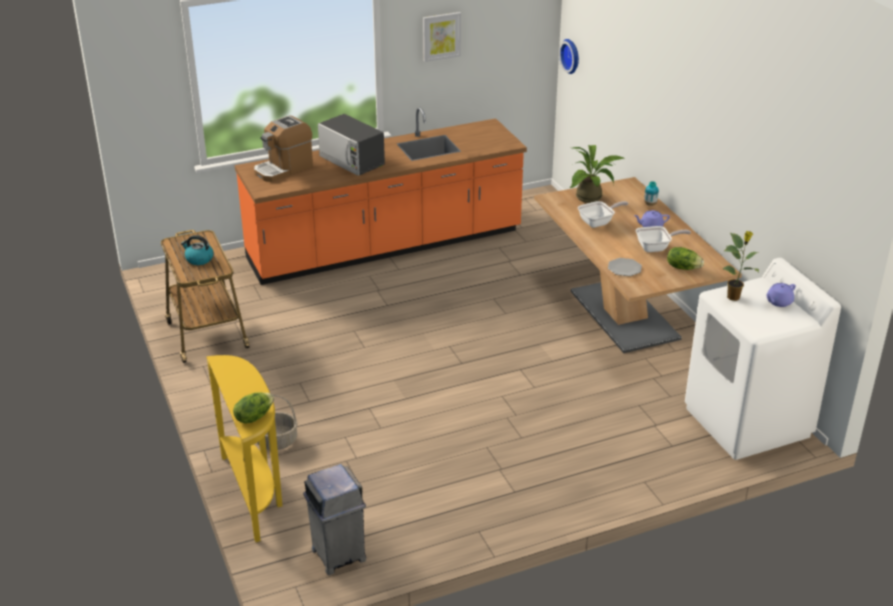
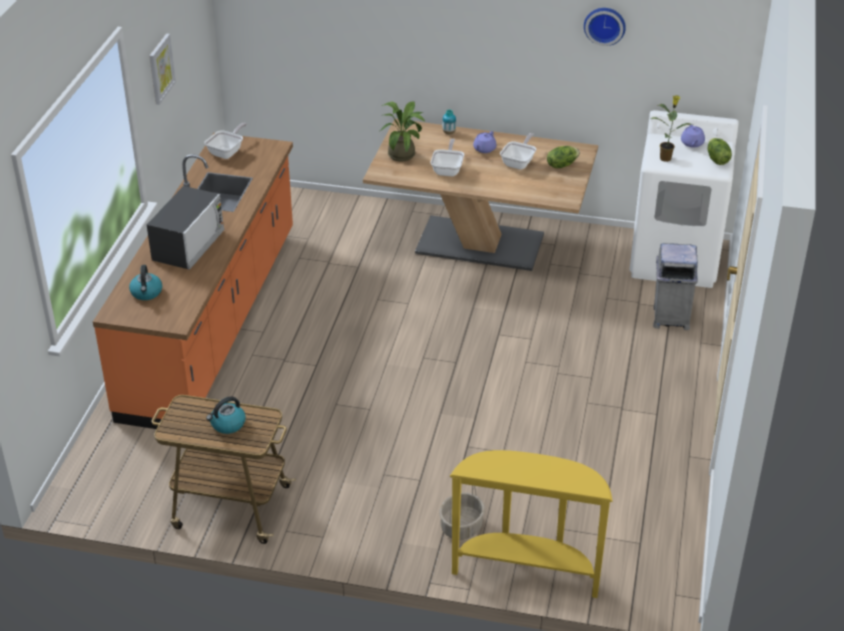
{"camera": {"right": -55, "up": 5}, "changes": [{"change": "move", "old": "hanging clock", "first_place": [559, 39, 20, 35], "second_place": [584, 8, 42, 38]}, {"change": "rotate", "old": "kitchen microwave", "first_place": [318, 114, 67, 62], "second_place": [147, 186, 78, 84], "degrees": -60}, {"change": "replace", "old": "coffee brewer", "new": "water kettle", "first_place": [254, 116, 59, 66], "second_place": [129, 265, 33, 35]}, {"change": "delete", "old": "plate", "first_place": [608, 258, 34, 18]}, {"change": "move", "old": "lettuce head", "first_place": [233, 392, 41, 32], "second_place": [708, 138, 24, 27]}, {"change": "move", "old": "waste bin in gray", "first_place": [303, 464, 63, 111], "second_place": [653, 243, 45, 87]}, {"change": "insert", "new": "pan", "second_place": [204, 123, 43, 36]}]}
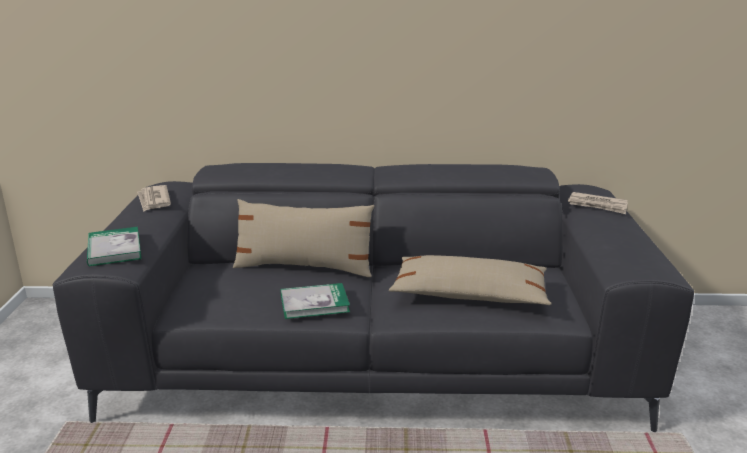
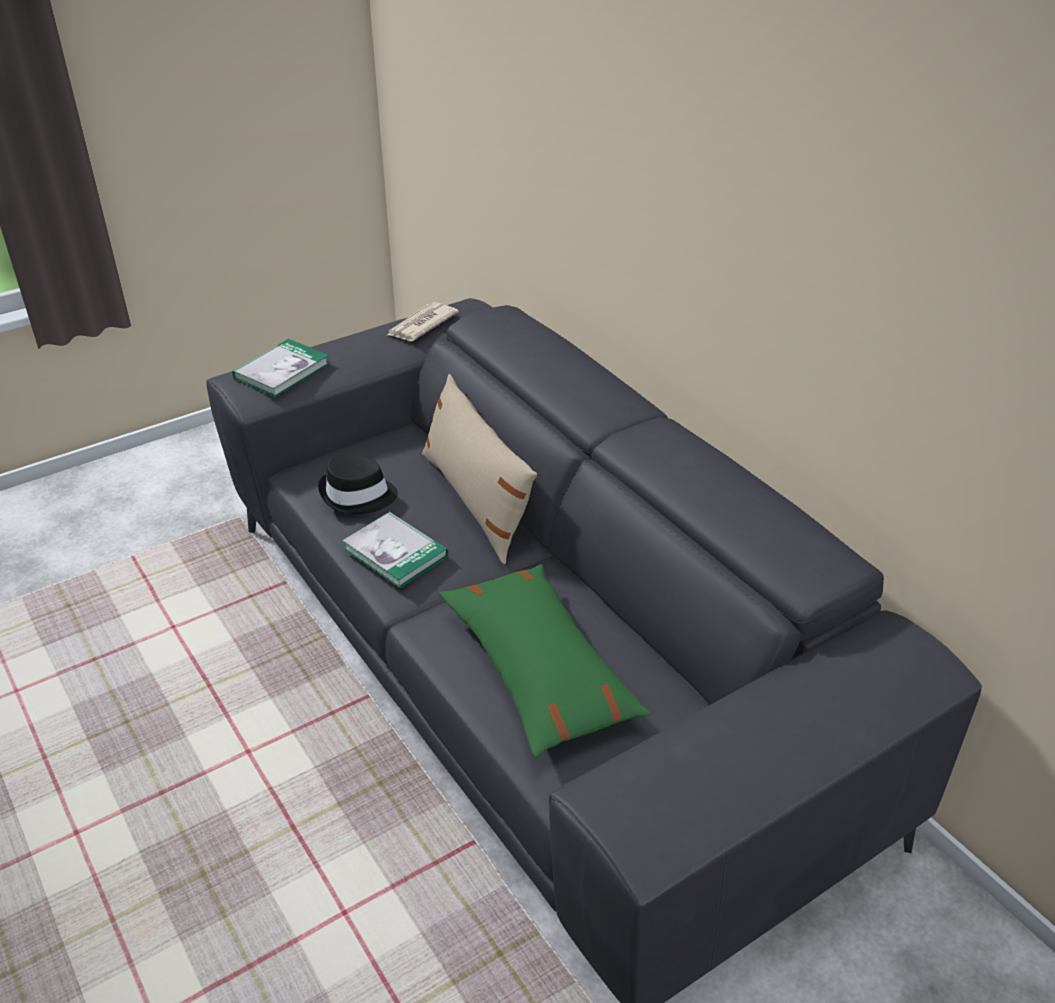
{"camera": {"right": 55, "up": 15}, "changes": [{"change": "delete", "old": "newspaper", "first_place": [568, 192, 60, 22]}, {"change": "recolor", "old": "cushion in sand-coloured", "new": "cushion in green", "first_place": [389, 255, 163, 50], "second_place": [439, 564, 212, 194]}, {"change": "insert", "new": "clothing hat in black", "second_place": [318, 453, 80, 61]}]}
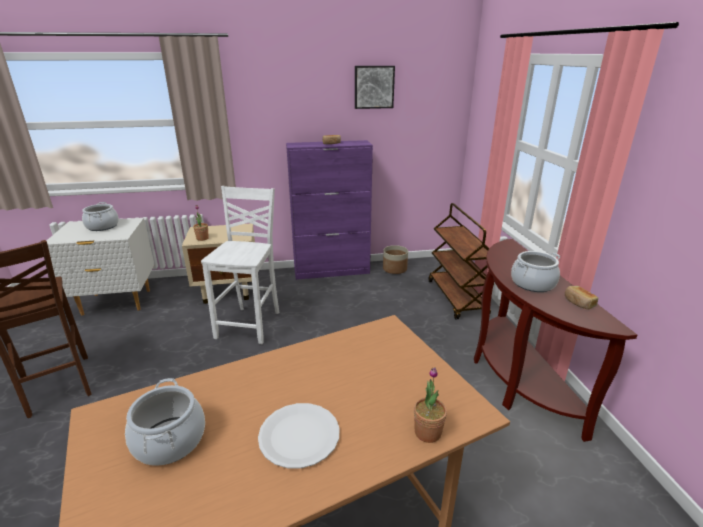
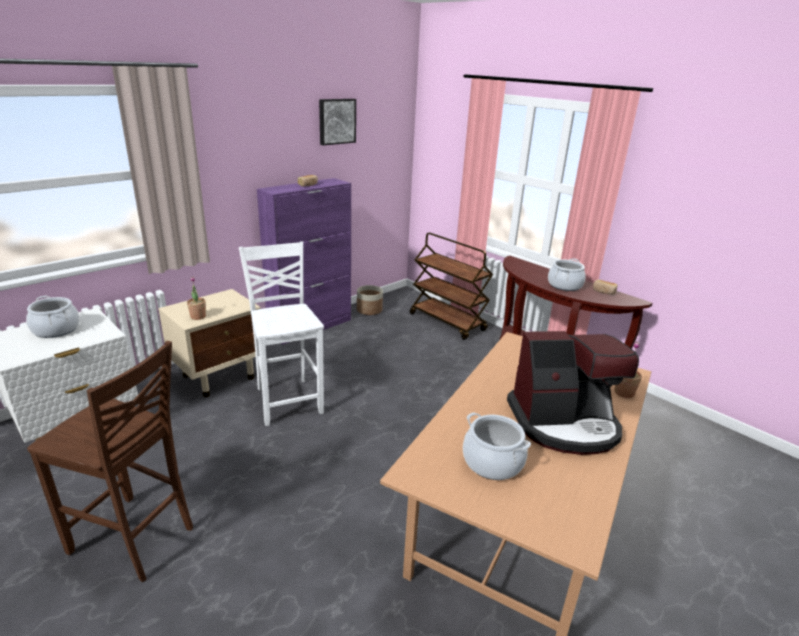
{"camera": {"right": -35, "up": 0}, "changes": [{"change": "replace", "old": "plate in white-coloured", "new": "coffee brewer", "first_place": [258, 403, 82, 65], "second_place": [507, 331, 132, 124]}]}
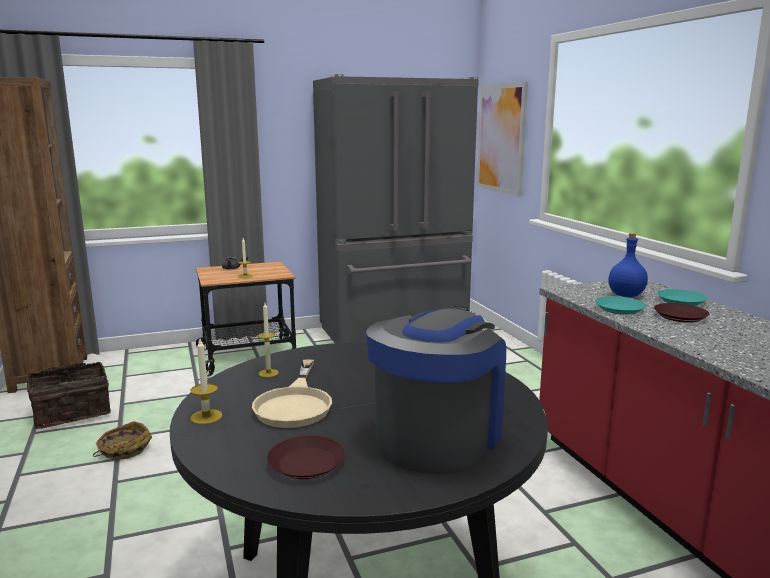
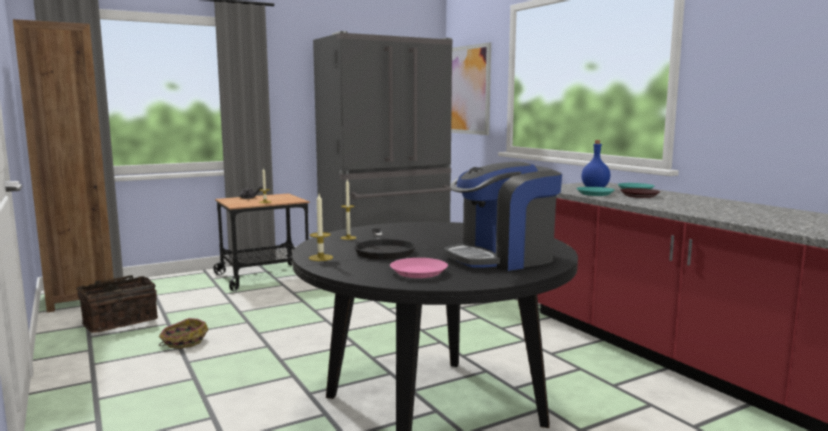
{"camera": {"right": -10, "up": -5}, "changes": [{"change": "rotate", "old": "coffee brewer", "first_place": [366, 306, 140, 168], "second_place": [444, 162, 118, 109], "degrees": -135}, {"change": "recolor", "old": "pan in sand-coloured", "new": "pan in black", "first_place": [252, 359, 80, 69], "second_place": [354, 228, 62, 32]}, {"change": "recolor", "old": "plate in brownish", "new": "plate in pinkish", "first_place": [267, 435, 79, 44], "second_place": [390, 258, 58, 20]}]}
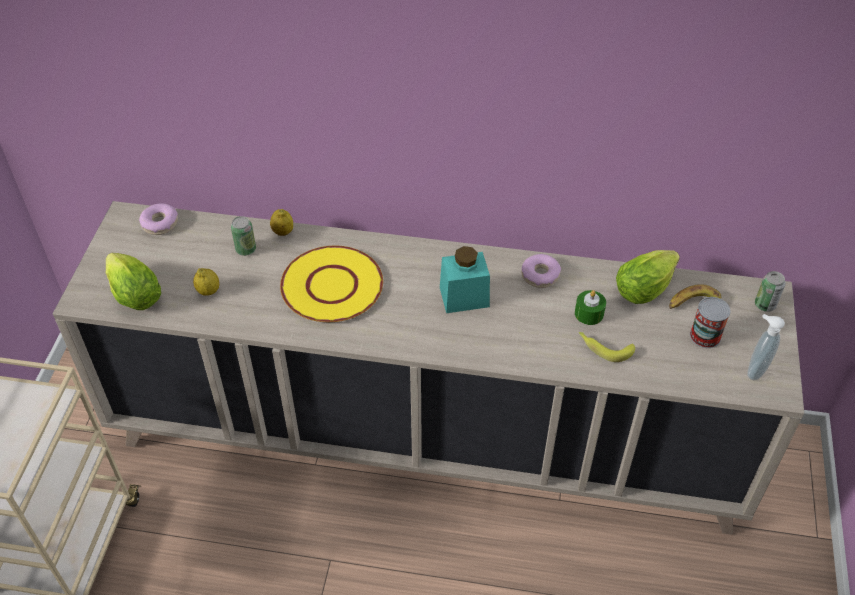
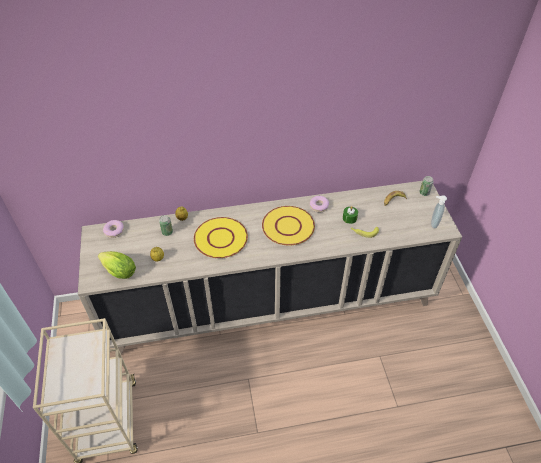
{"camera": {"right": -20, "up": 0}, "changes": [{"change": "replace", "old": "jar in turquoise", "new": "plate in yellow-coloured", "first_place": [440, 246, 50, 67], "second_place": [262, 206, 53, 40]}, {"change": "delete", "old": "lettuce head", "first_place": [616, 250, 64, 54]}, {"change": "delete", "old": "metal can", "first_place": [690, 297, 41, 51]}]}
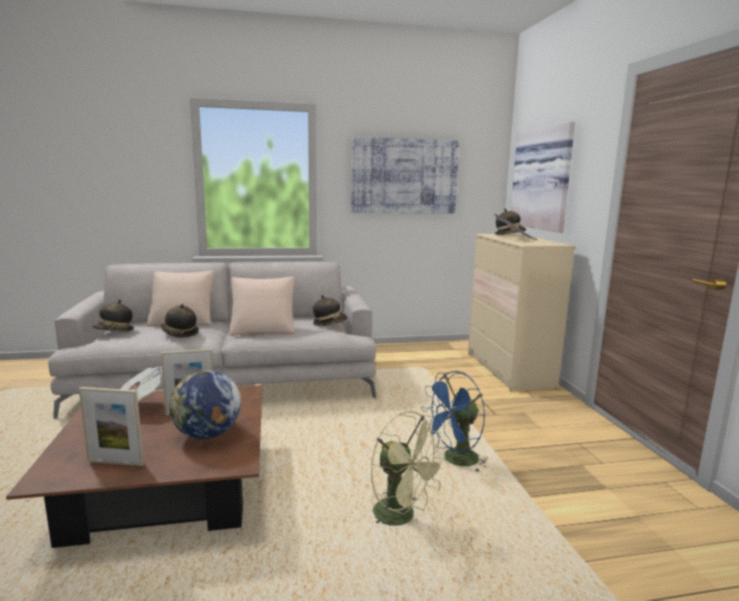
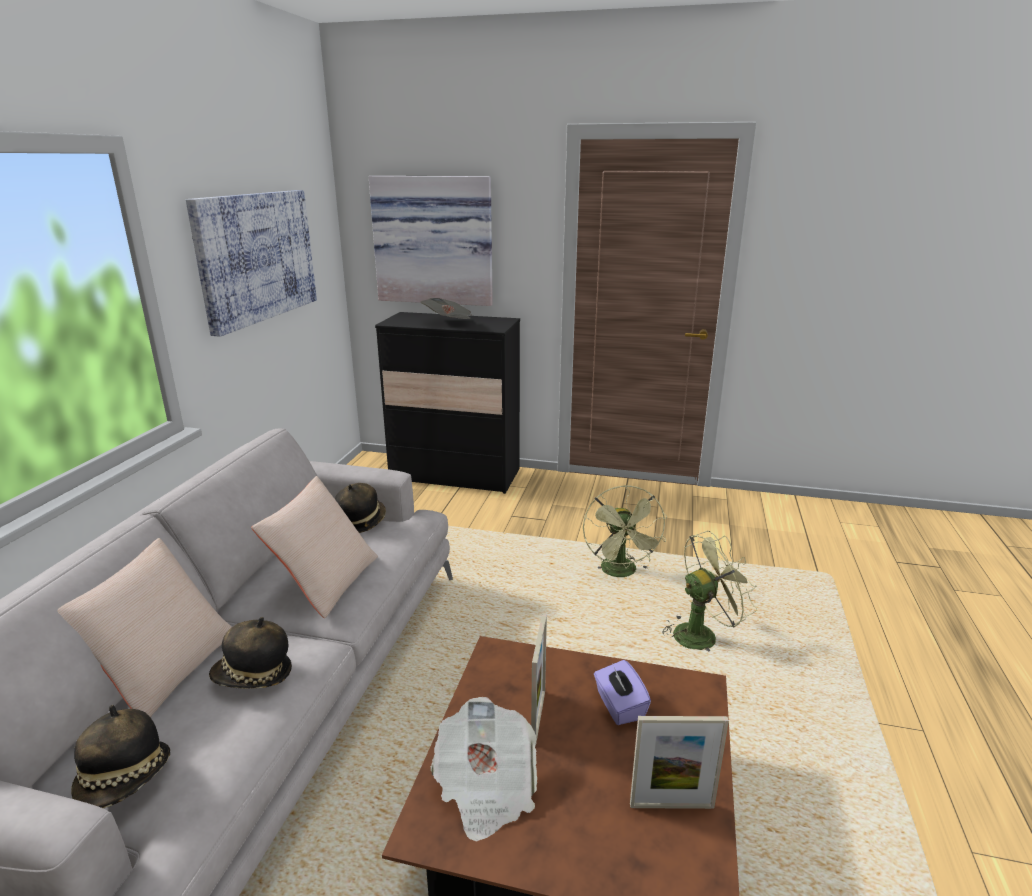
{"camera": {"right": -65, "up": 10}, "changes": [{"change": "delete", "old": "clothing hat", "first_place": [495, 209, 31, 26]}, {"change": "recolor", "old": "chest of drawers in sand-coloured", "new": "chest of drawers in black", "first_place": [468, 234, 107, 158], "second_place": [375, 312, 145, 182]}, {"change": "replace", "old": "globe", "new": "box of tissues in purplish", "first_place": [169, 370, 72, 69], "second_place": [594, 660, 57, 65]}, {"change": "recolor", "old": "fan in blue", "new": "fan in green", "first_place": [421, 371, 67, 102], "second_place": [583, 485, 84, 92]}, {"change": "rotate", "old": "picture frame", "first_place": [79, 387, 65, 79], "second_place": [630, 716, 99, 93], "degrees": 60}]}
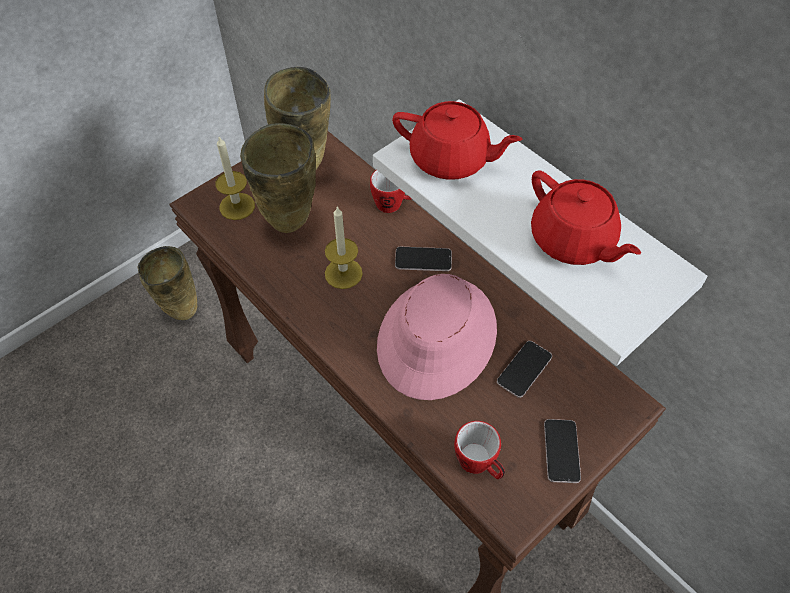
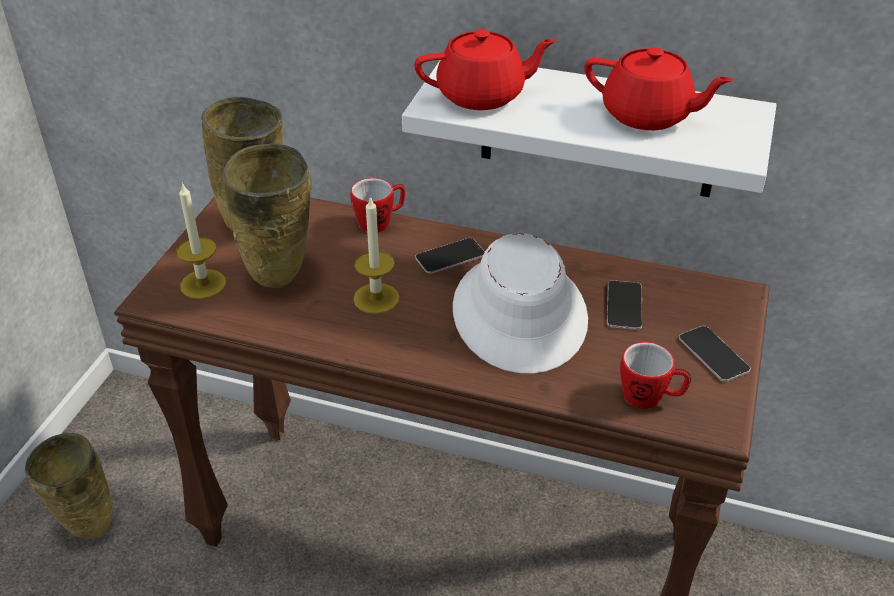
{"camera": {"right": -30, "up": -15}, "changes": [{"change": "recolor", "old": "clothing hat in pinkish", "new": "clothing hat in white-coloured", "first_place": [377, 274, 120, 126], "second_place": [453, 233, 135, 141]}]}
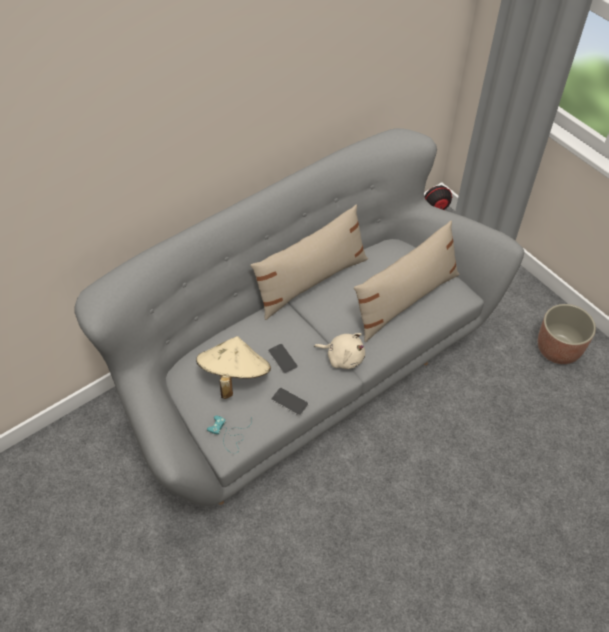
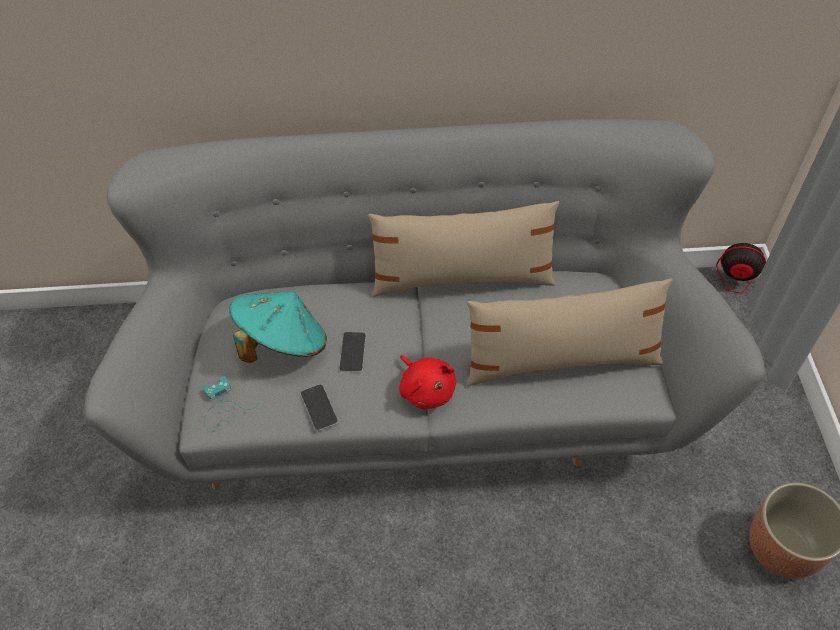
{"camera": {"right": 35, "up": 0}, "changes": [{"change": "recolor", "old": "cuddly toy in sand-coloured", "new": "cuddly toy in red", "first_place": [314, 333, 51, 36], "second_place": [399, 355, 57, 54]}, {"change": "recolor", "old": "clothing hat in sand-coloured", "new": "clothing hat in turquoise", "first_place": [196, 336, 75, 63], "second_place": [229, 292, 98, 71]}]}
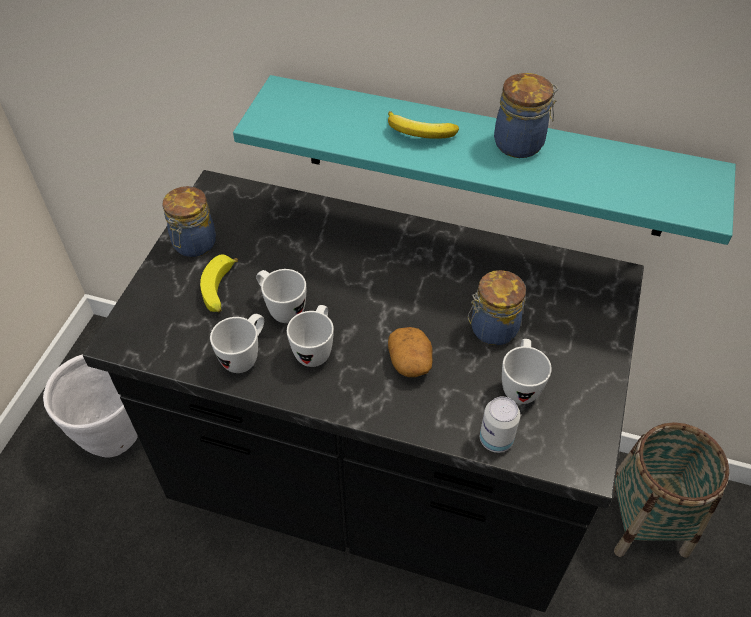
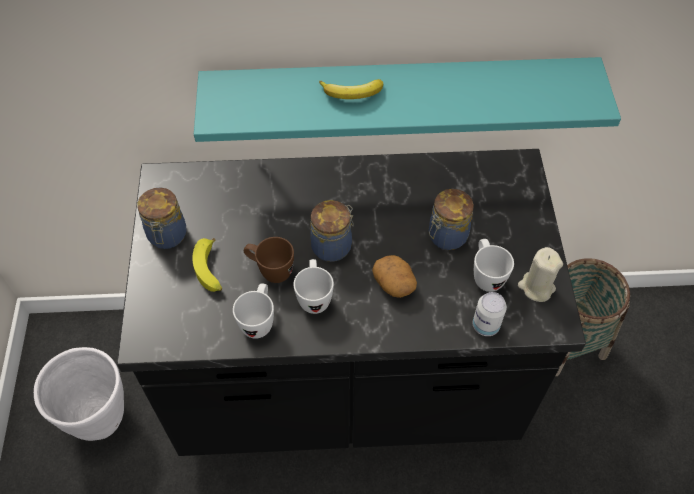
{"camera": {"right": -20, "up": 5}, "changes": [{"change": "move", "old": "jar", "first_place": [494, 73, 65, 85], "second_place": [310, 200, 44, 62]}, {"change": "recolor", "old": "tea mug in white-coloured", "new": "tea mug in brownish", "first_place": [256, 269, 50, 54], "second_place": [244, 237, 50, 46]}, {"change": "insert", "new": "wax light in sand-coloured", "second_place": [518, 247, 45, 55]}]}
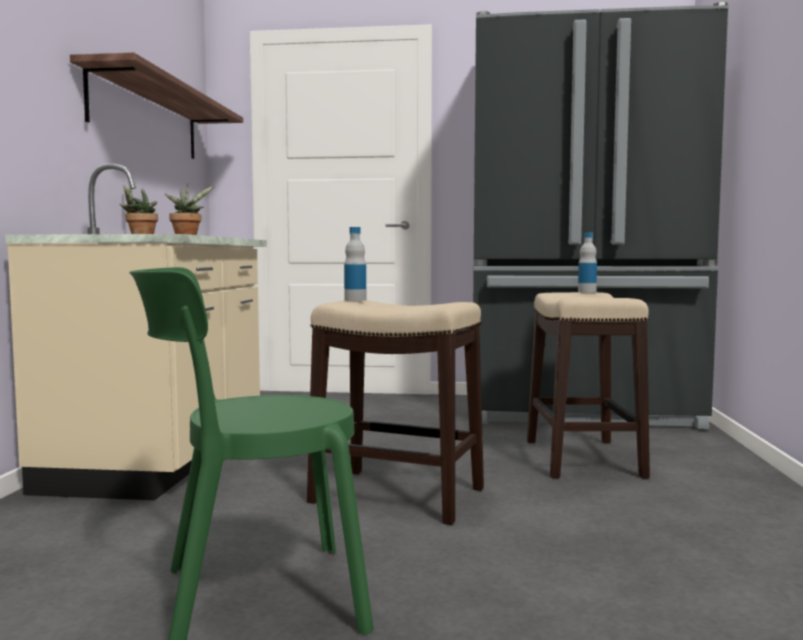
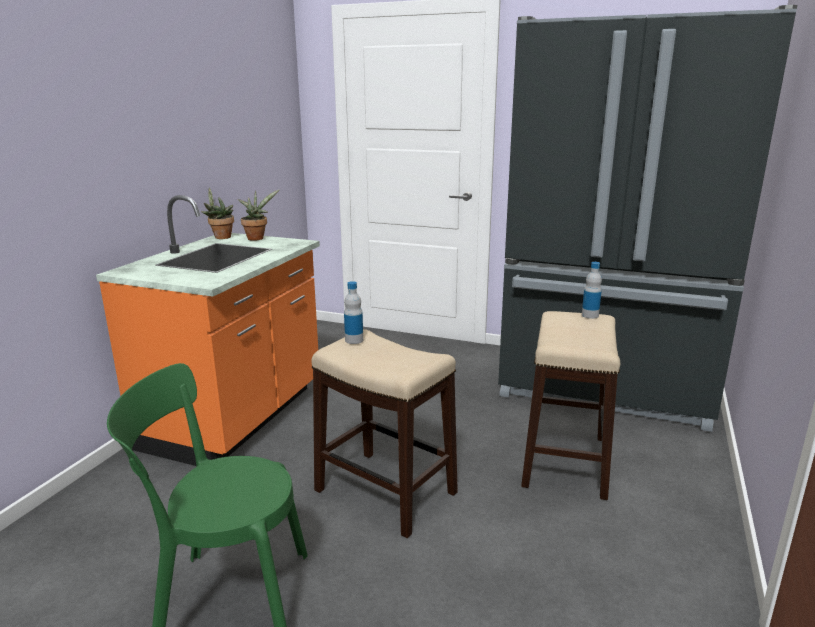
{"camera": {"right": 15, "up": 15}, "changes": [{"change": "delete", "old": "shelf", "first_place": [70, 52, 173, 107]}, {"change": "recolor", "old": "kitchen base unit in sand-coloured", "new": "kitchen base unit in orange", "first_place": [5, 164, 261, 336], "second_place": [96, 195, 224, 271]}]}
